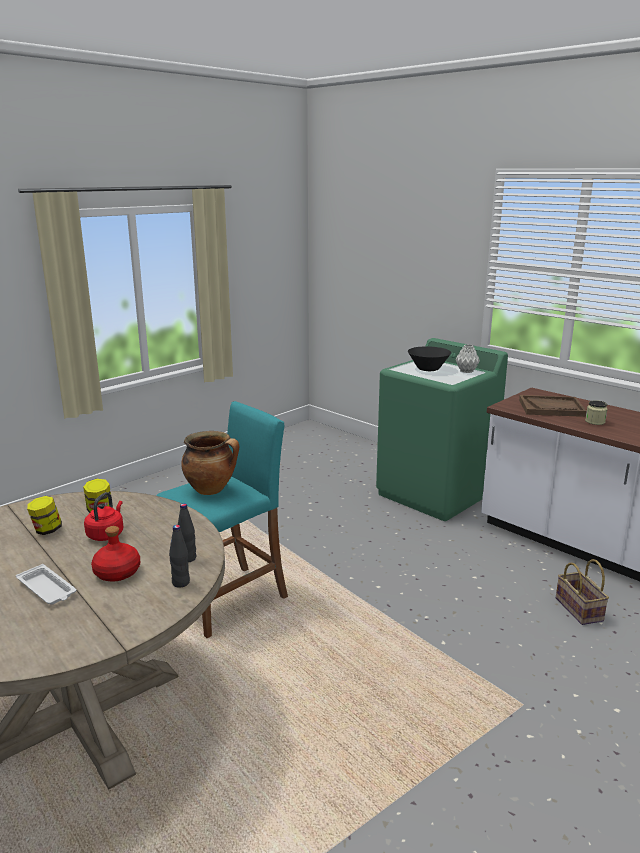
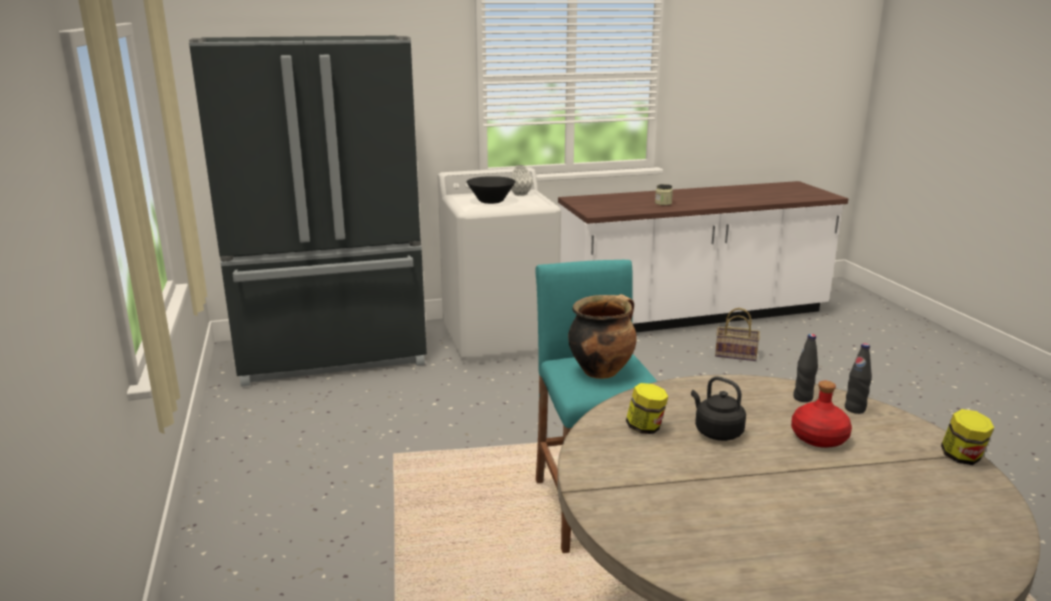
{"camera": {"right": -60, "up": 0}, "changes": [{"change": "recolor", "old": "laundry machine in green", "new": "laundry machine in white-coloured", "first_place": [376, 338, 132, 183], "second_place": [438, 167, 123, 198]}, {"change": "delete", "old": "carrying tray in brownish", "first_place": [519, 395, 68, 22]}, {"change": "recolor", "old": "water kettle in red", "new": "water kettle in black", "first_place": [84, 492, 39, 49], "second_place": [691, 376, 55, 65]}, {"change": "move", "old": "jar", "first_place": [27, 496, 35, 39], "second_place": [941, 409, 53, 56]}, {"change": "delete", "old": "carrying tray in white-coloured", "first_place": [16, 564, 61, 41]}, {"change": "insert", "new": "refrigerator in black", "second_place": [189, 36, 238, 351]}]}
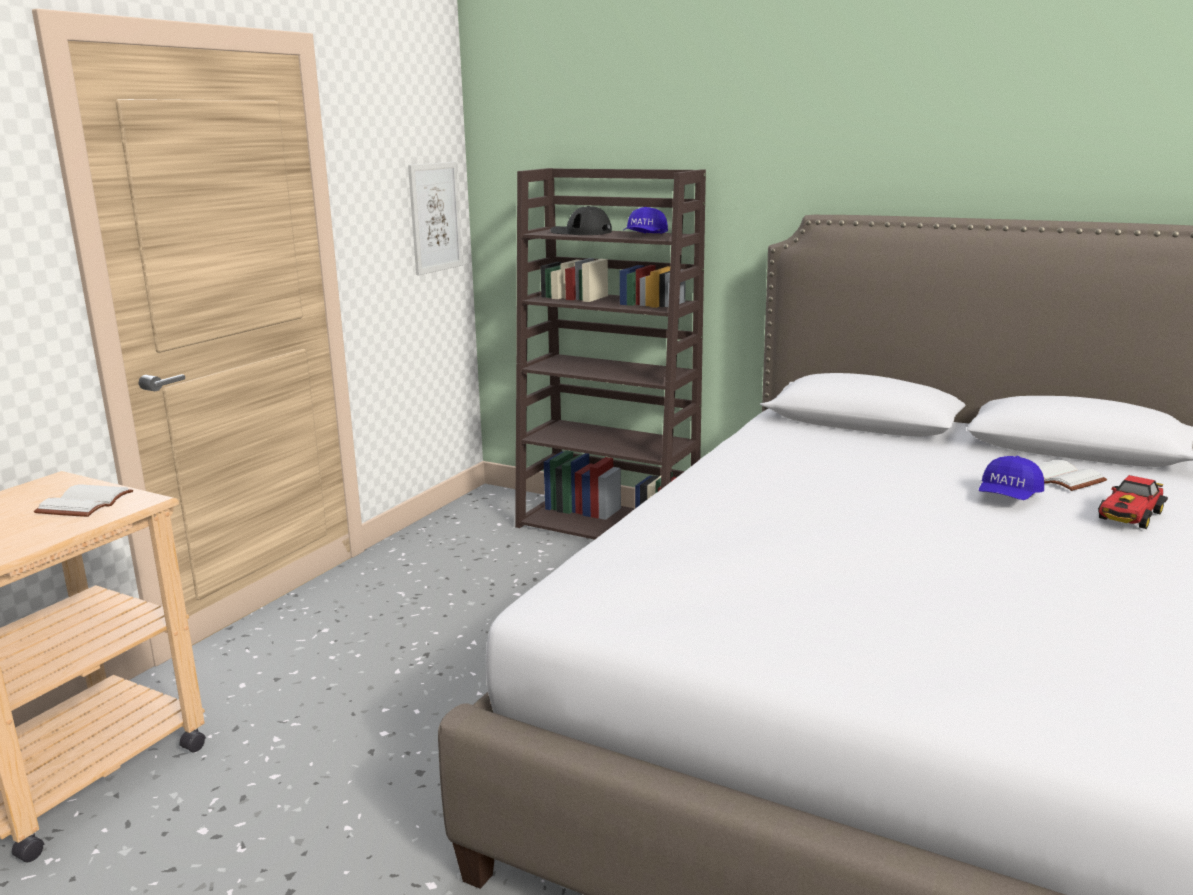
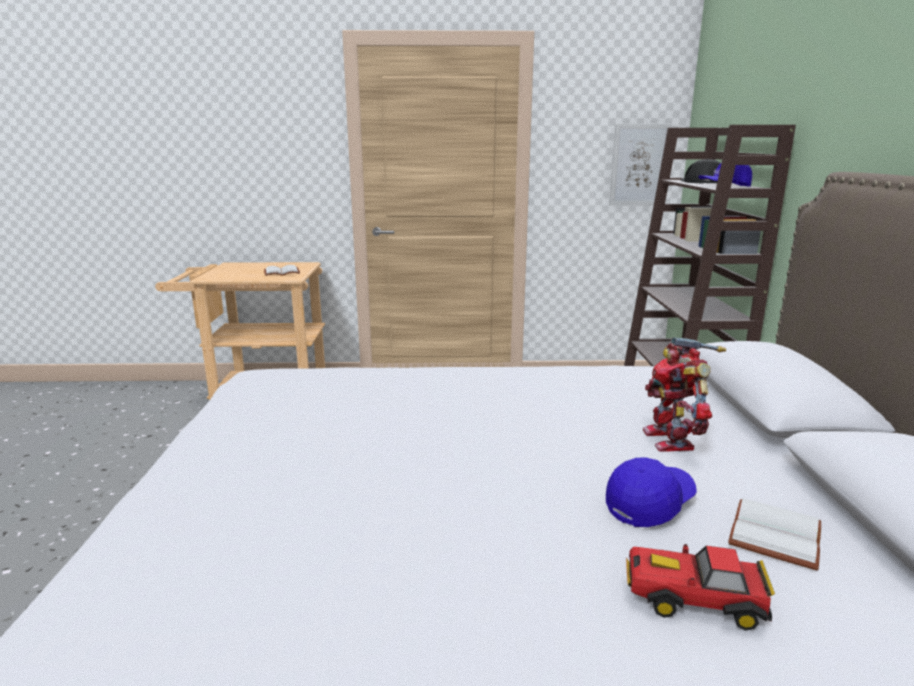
{"camera": {"right": 60, "up": 0}, "changes": [{"change": "rotate", "old": "peaked cap in blue", "first_place": [979, 456, 65, 44], "second_place": [606, 457, 91, 70], "degrees": 135}, {"change": "insert", "new": "model robot", "second_place": [643, 337, 83, 115]}]}
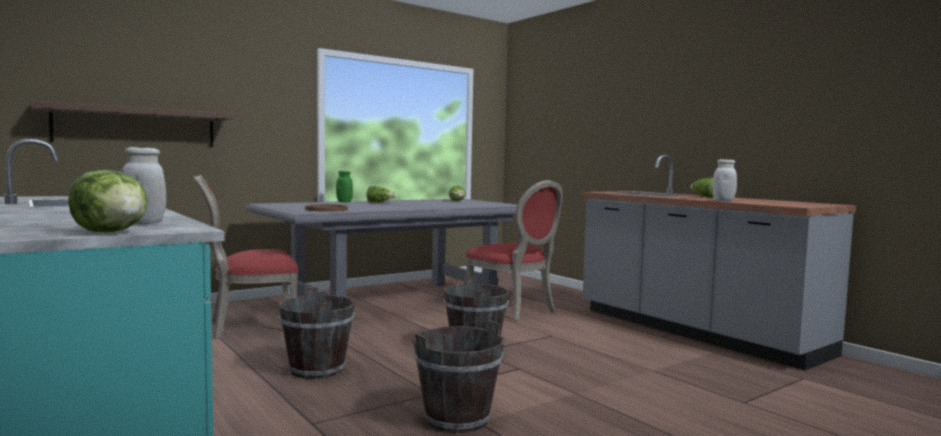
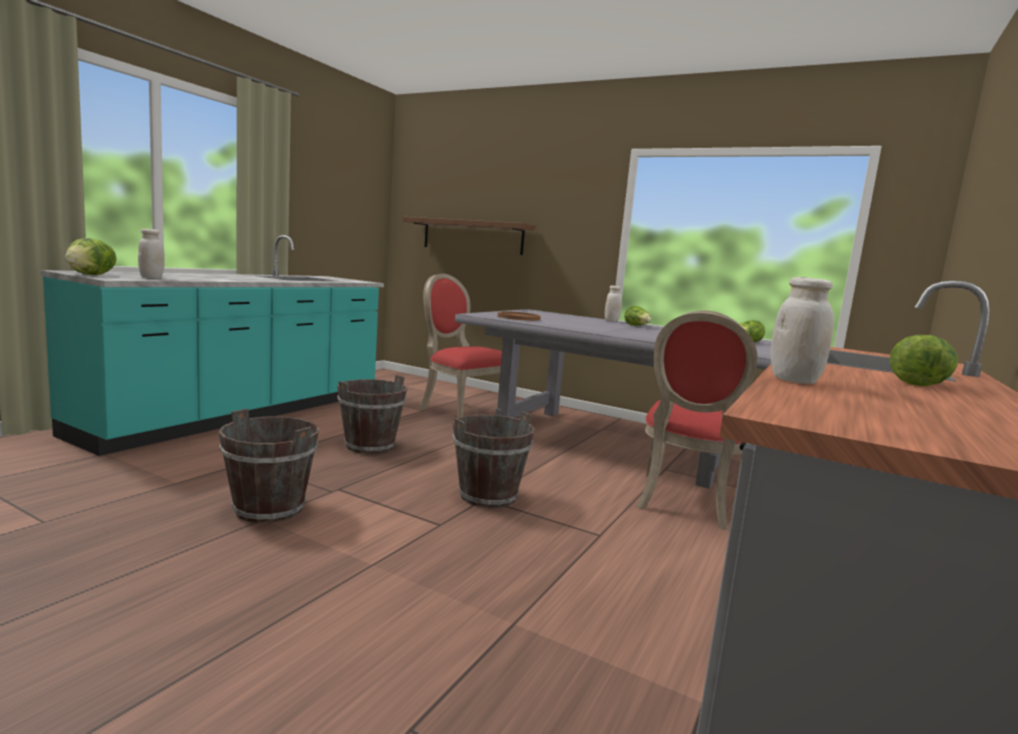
{"camera": {"right": 65, "up": 5}, "changes": [{"change": "recolor", "old": "jar in green", "new": "jar in white-coloured", "first_place": [336, 171, 17, 31], "second_place": [605, 285, 17, 37]}]}
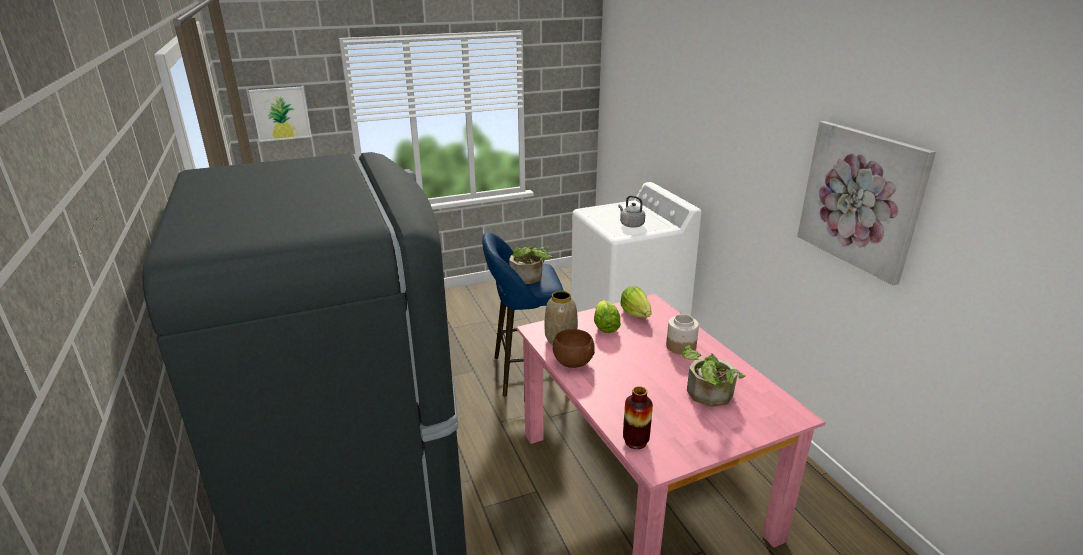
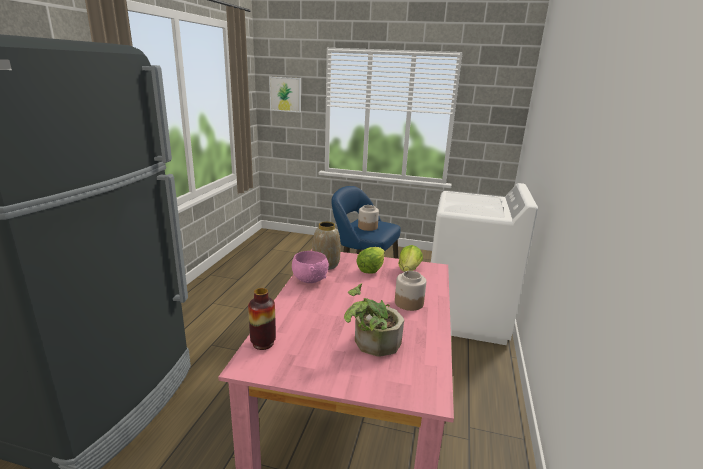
{"camera": {"right": 35, "up": -5}, "changes": [{"change": "delete", "old": "picture", "first_place": [797, 121, 139, 164]}, {"change": "delete", "old": "water kettle in gray", "first_place": [618, 195, 27, 33]}, {"change": "replace", "old": "houseplant", "new": "jar", "first_place": [509, 246, 43, 38], "second_place": [358, 205, 21, 26]}, {"change": "recolor", "old": "serving bowl in brownish", "new": "serving bowl in pinkish", "first_place": [553, 329, 42, 39], "second_place": [292, 251, 37, 32]}]}
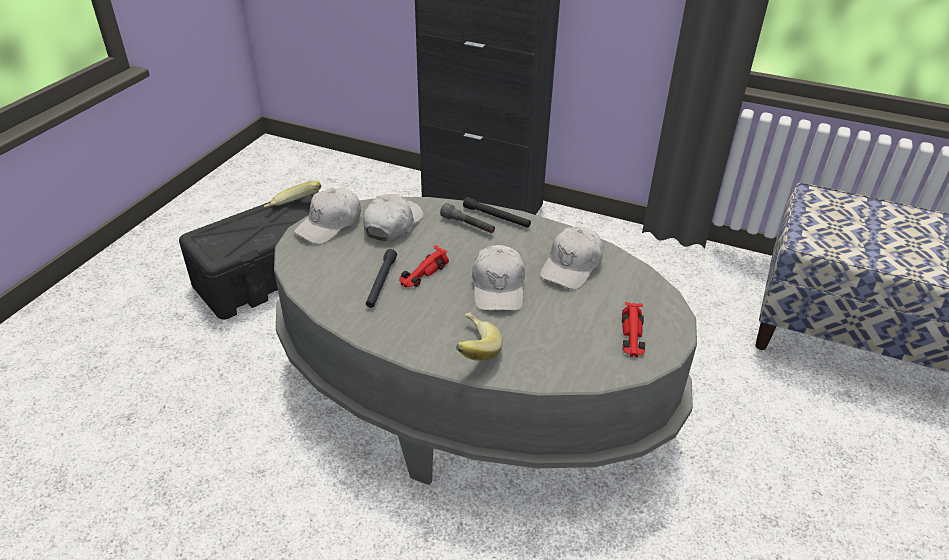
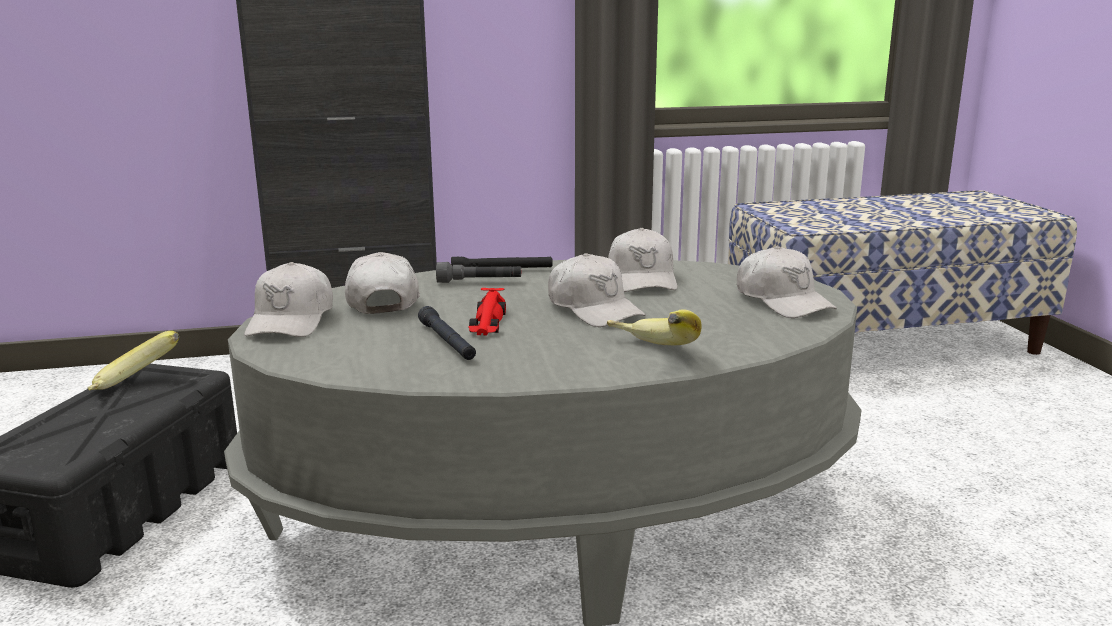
{"camera": {"right": -35, "up": -20}, "changes": [{"change": "replace", "old": "miniature car in red", "new": "peaked cap in white-coloured", "first_place": [622, 302, 23, 55], "second_place": [737, 246, 100, 72]}]}
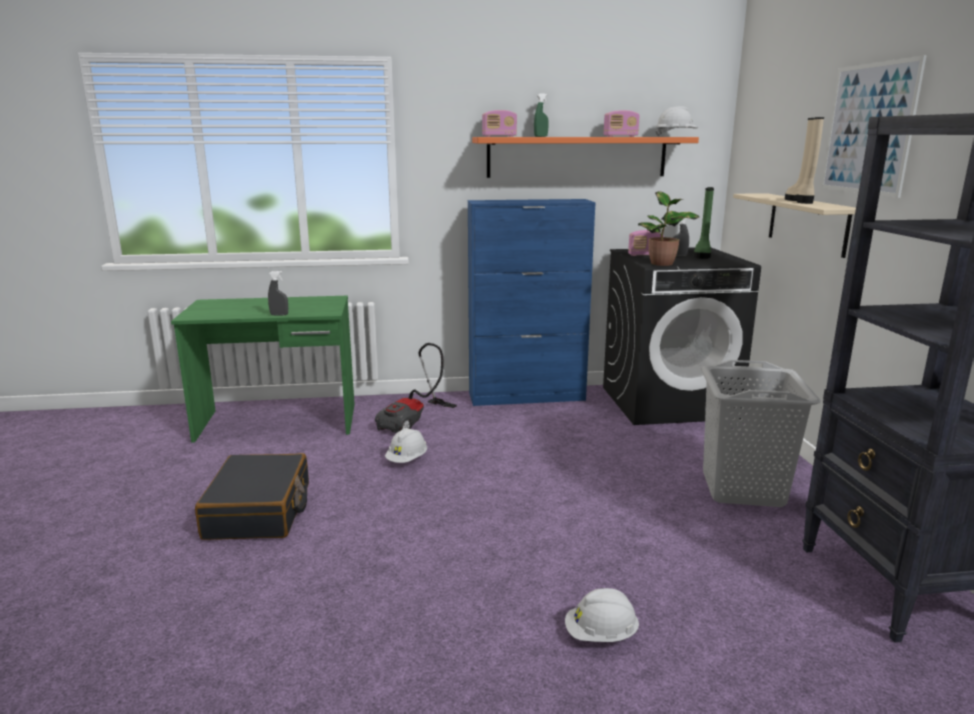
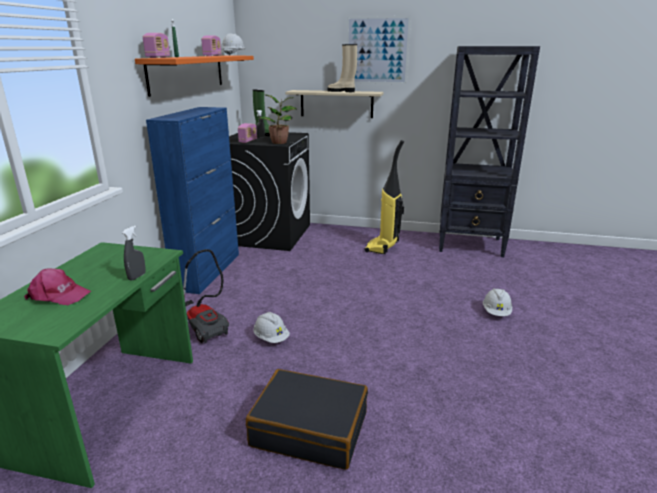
{"camera": {"right": -70, "up": 5}, "changes": [{"change": "replace", "old": "washing basket in gray", "new": "vacuum", "first_place": [701, 360, 120, 147], "second_place": [365, 140, 39, 114]}, {"change": "insert", "new": "peaked cap in pinkish", "second_place": [24, 268, 67, 37]}]}
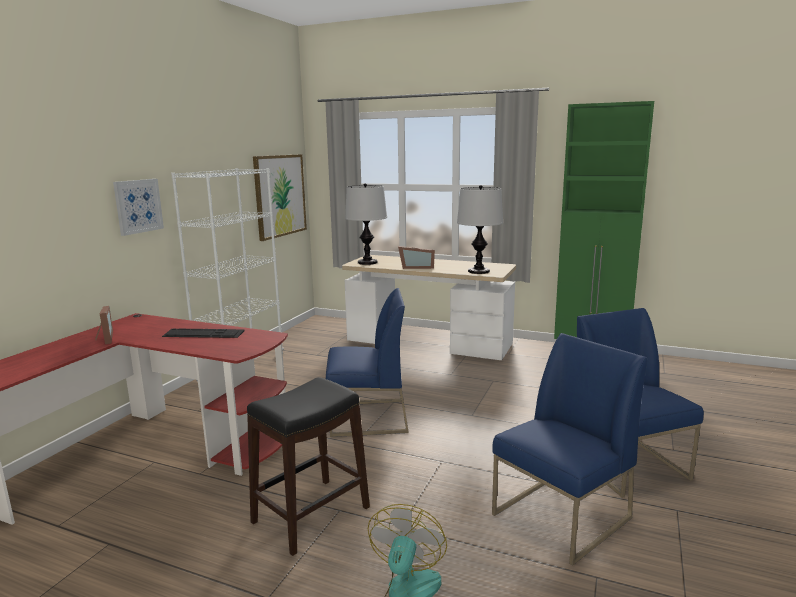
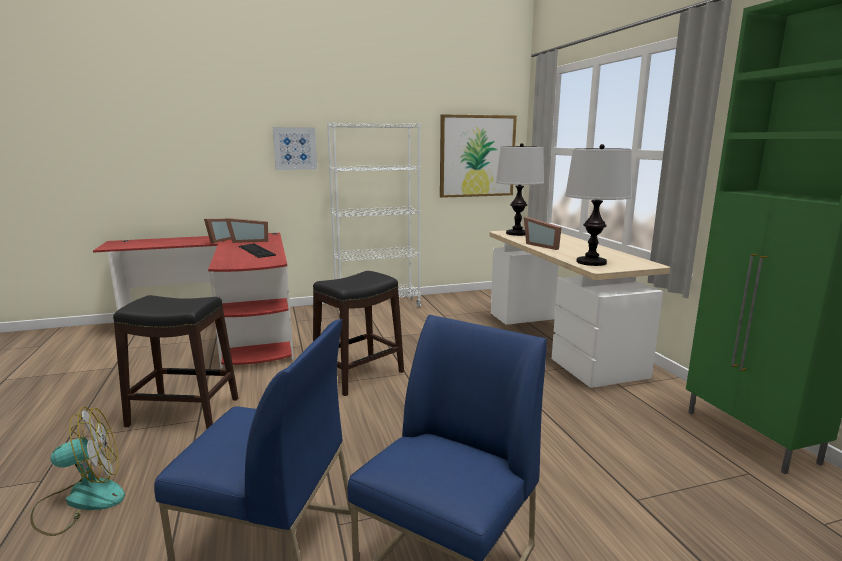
{"camera": {"right": 50, "up": 0}, "changes": [{"change": "replace", "old": "chair in blue", "new": "stool in black", "first_place": [326, 288, 83, 149], "second_place": [313, 271, 91, 125]}, {"change": "insert", "new": "picture frame", "second_place": [225, 218, 43, 25]}]}
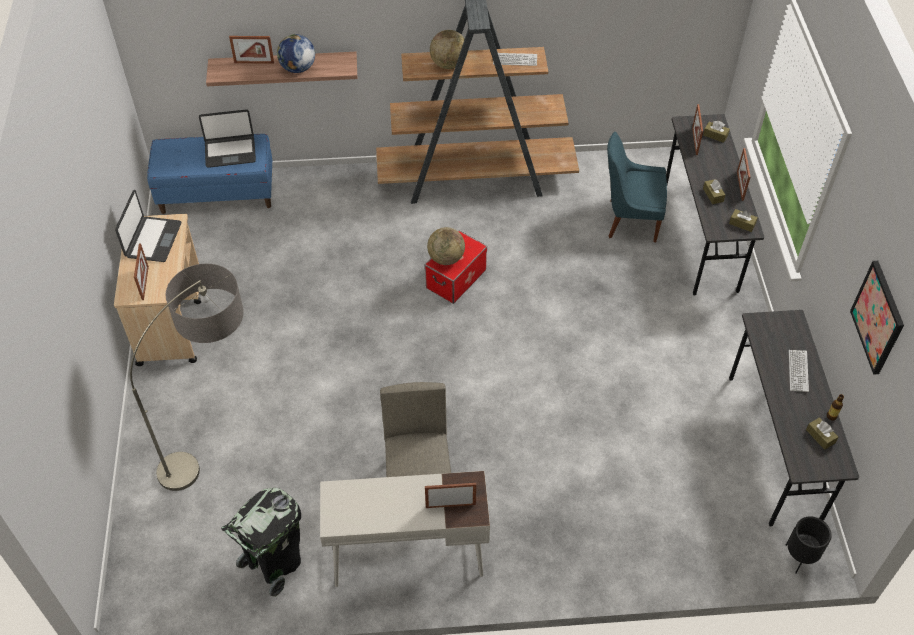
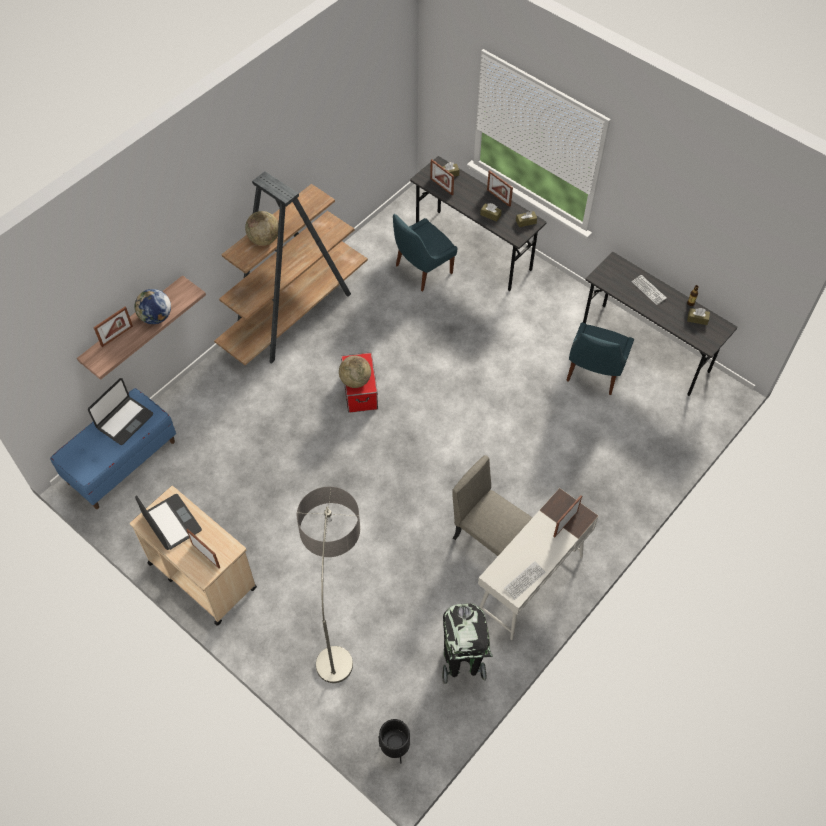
{"camera": {"right": -45, "up": 5}, "changes": [{"change": "move", "old": "PC keyboard", "first_place": [493, 53, 44, 13], "second_place": [504, 561, 42, 39]}, {"change": "delete", "old": "picture", "first_place": [850, 261, 54, 114]}, {"change": "move", "old": "planter in black", "first_place": [786, 517, 46, 57], "second_place": [379, 719, 31, 45]}, {"change": "insert", "new": "chair in blue", "second_place": [566, 323, 68, 72]}]}
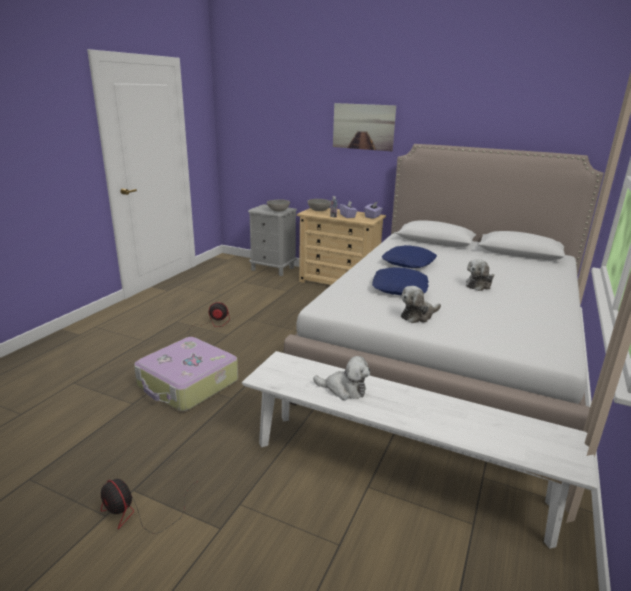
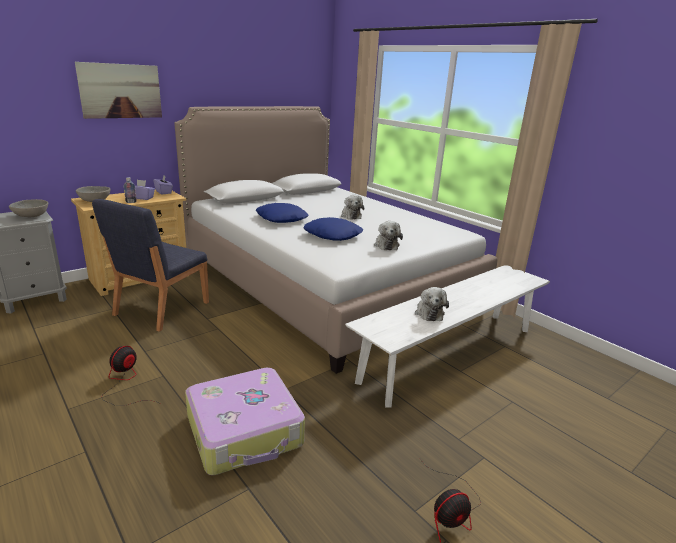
{"camera": {"right": -65, "up": 0}, "changes": [{"change": "rotate", "old": "cuddly toy", "first_place": [313, 356, 57, 44], "second_place": [415, 287, 34, 34], "degrees": 135}, {"change": "insert", "new": "chair in blue", "second_place": [92, 199, 117, 133]}]}
